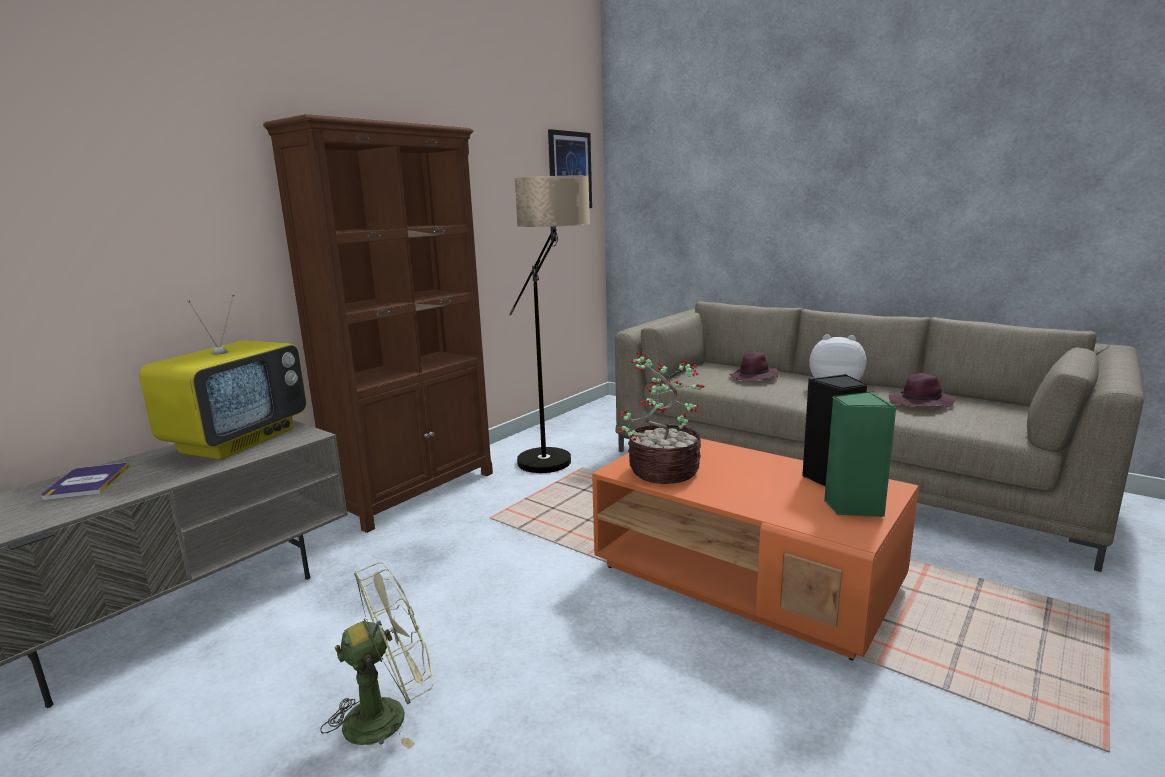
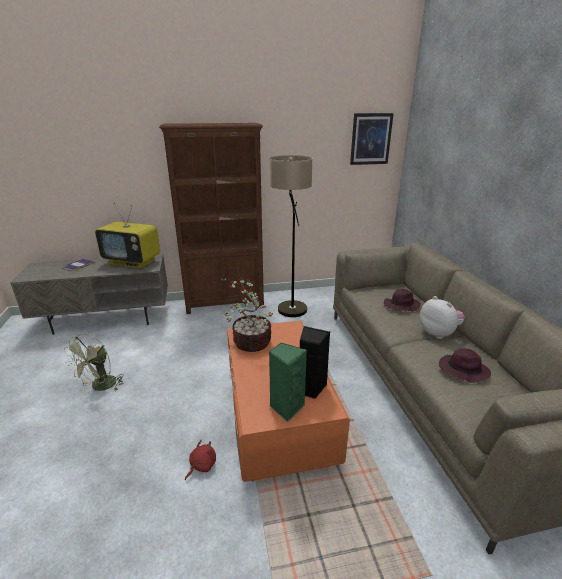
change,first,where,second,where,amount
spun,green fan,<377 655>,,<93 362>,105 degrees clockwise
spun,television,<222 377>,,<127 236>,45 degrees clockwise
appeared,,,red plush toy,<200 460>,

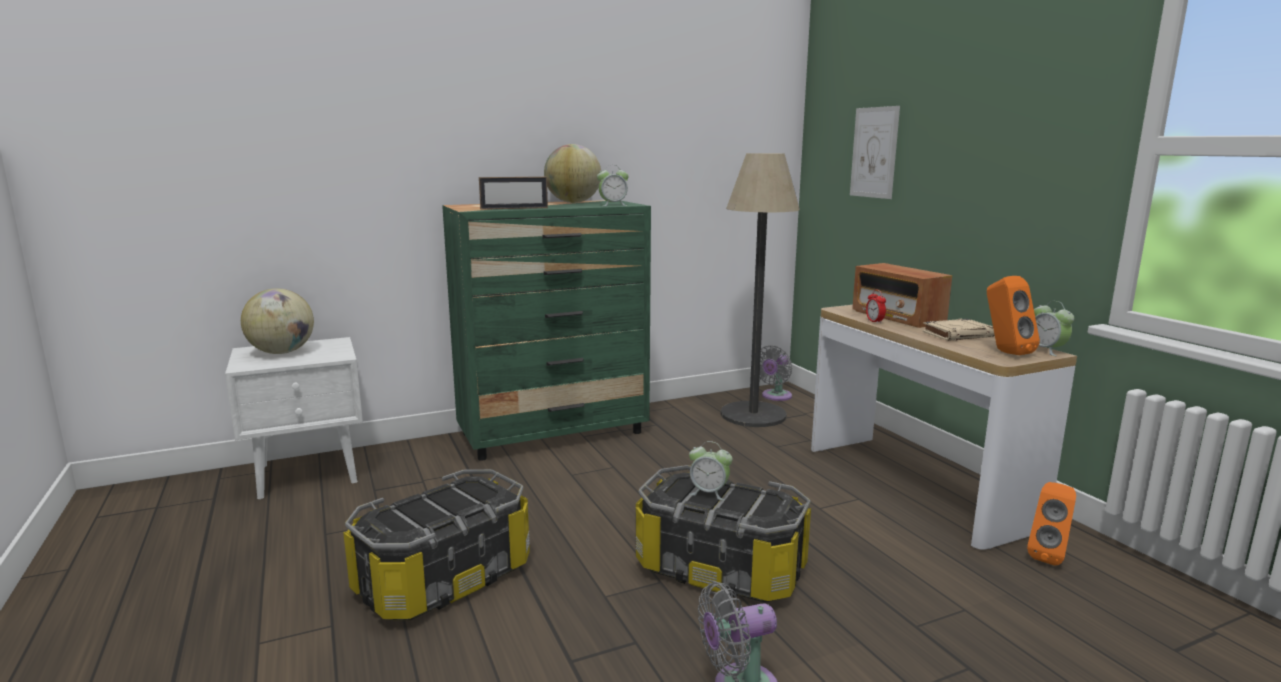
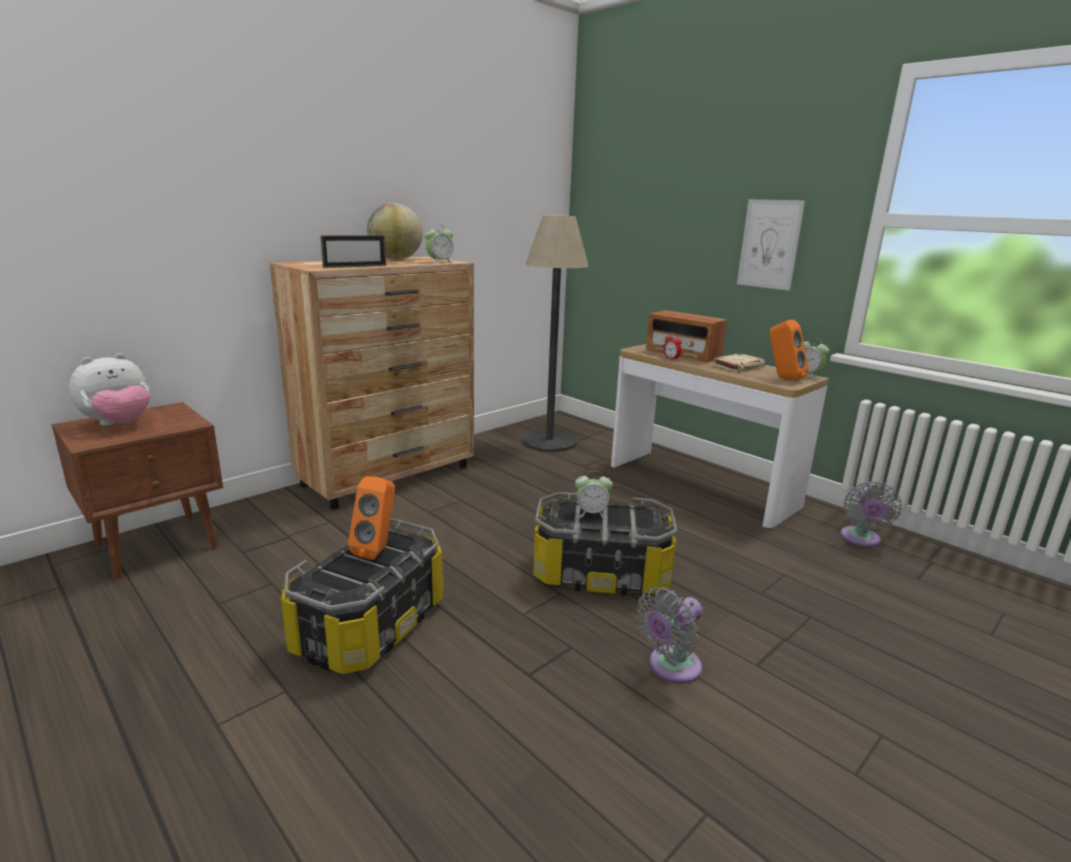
change,first,where,second,where,amount
colour,white nightstand,<294 418>,brown nightstand,<137 491>,
exchanged,globe,<277 321>,plush toy,<109 389>,
colour,green dresser,<546 330>,brown dresser,<372 383>,
relocated,orange speaker,<1051 524>,,<371 518>,
relocated,picture,<875 152>,,<771 245>,
relocated,grey fan,<776 373>,,<871 514>,

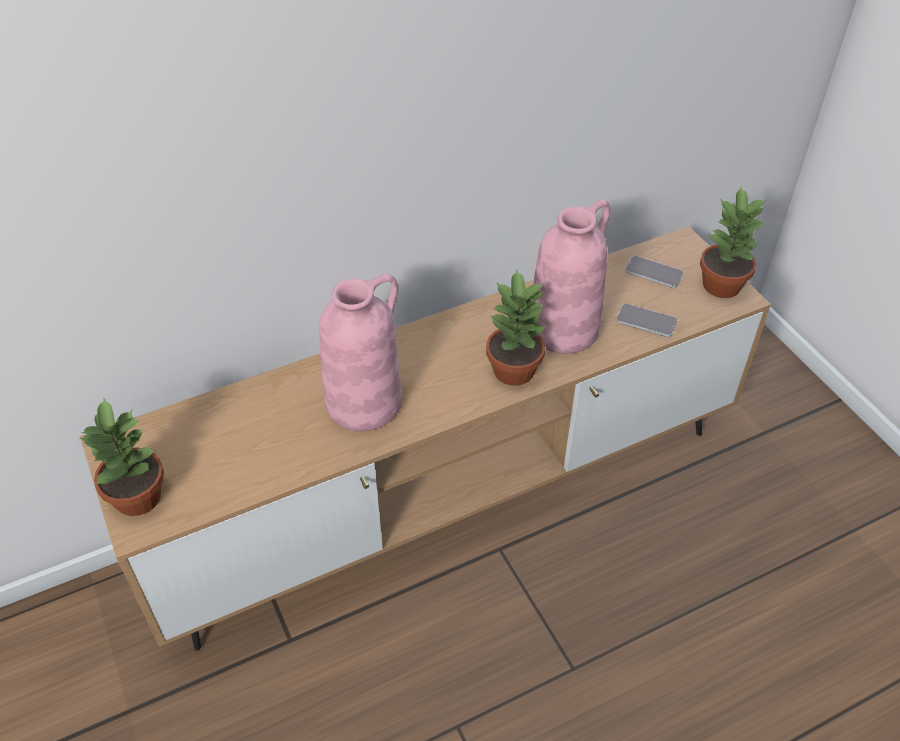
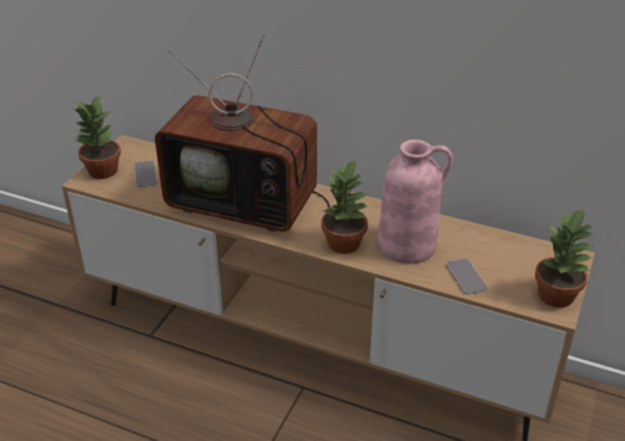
change,first,where,second,where,amount
relocated,phone,<654 272>,,<145 173>,
exchanged,pink vase,<360 352>,television,<243 133>,

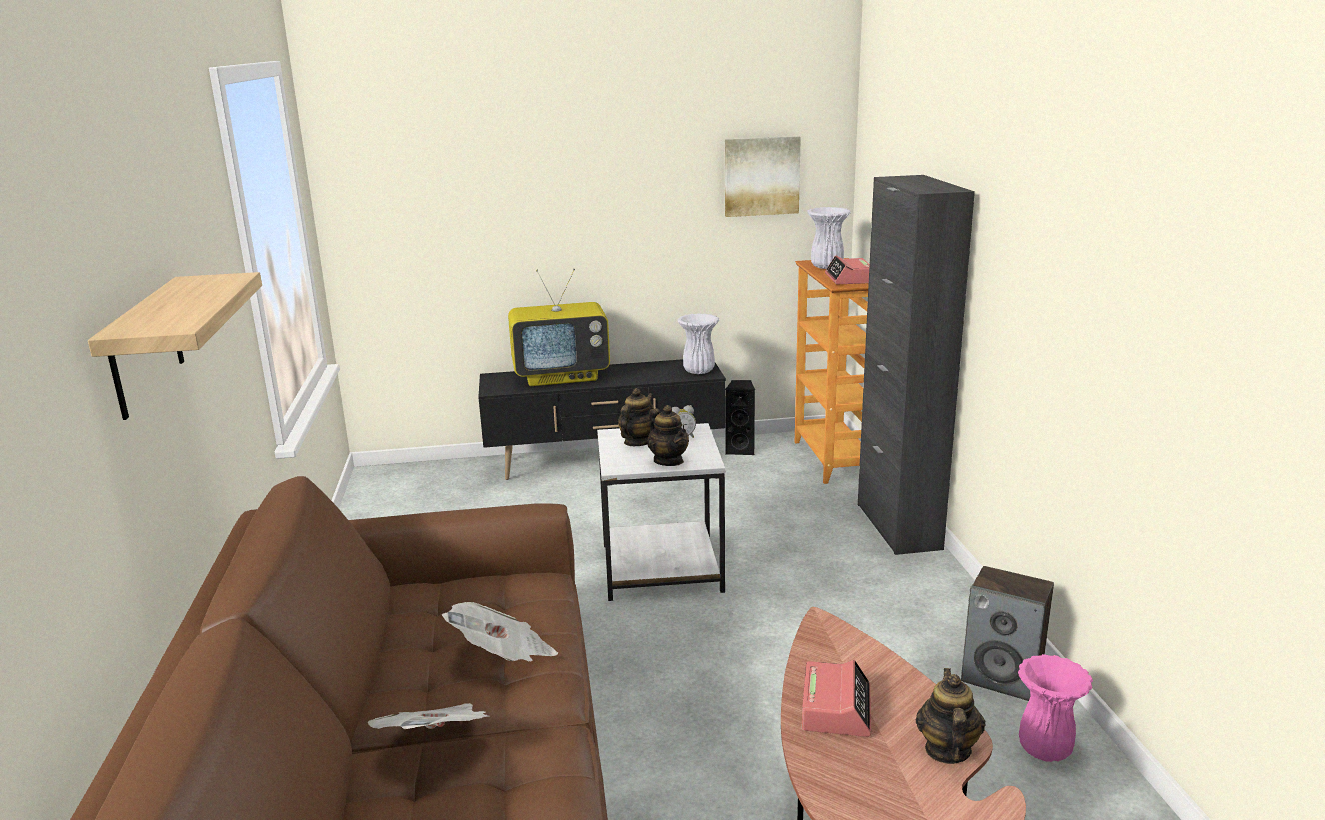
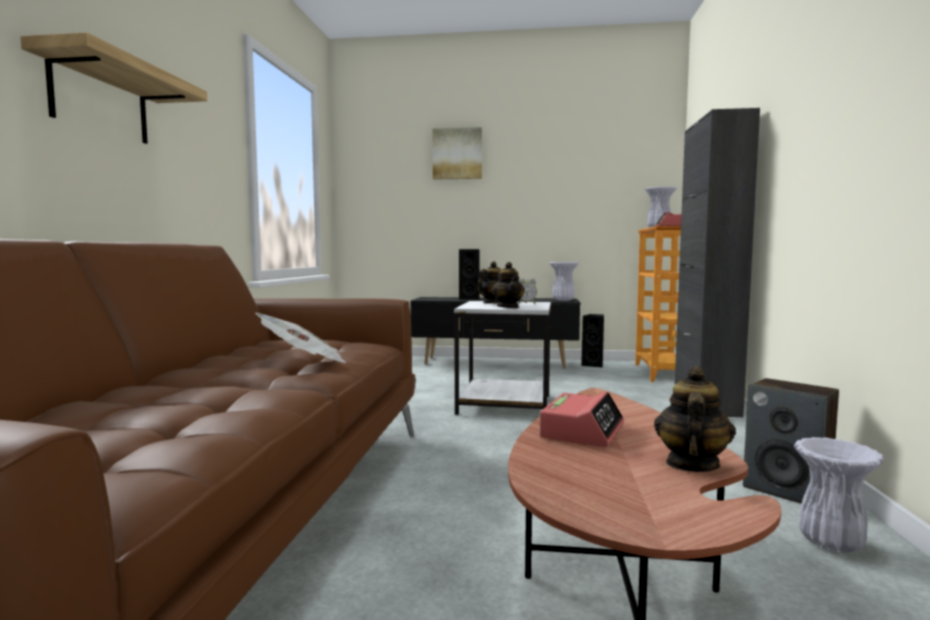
change,first,where,second,where,amount
relocated,picture,<763 176>,,<457 153>,
exchanged,television,<559 327>,black speaker,<469 274>,
colour,pink vase,<1055 708>,white vase,<839 495>,
missing,newspaper,<429 716>,,,

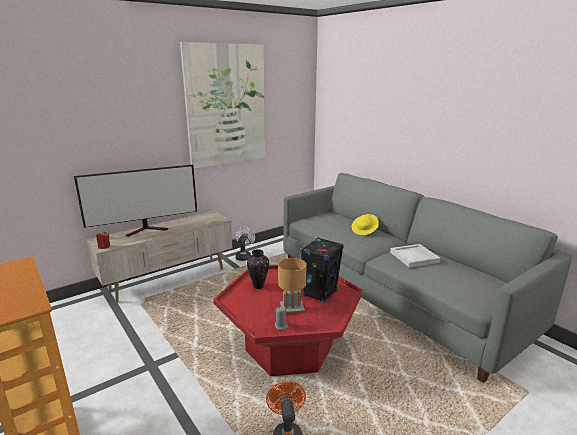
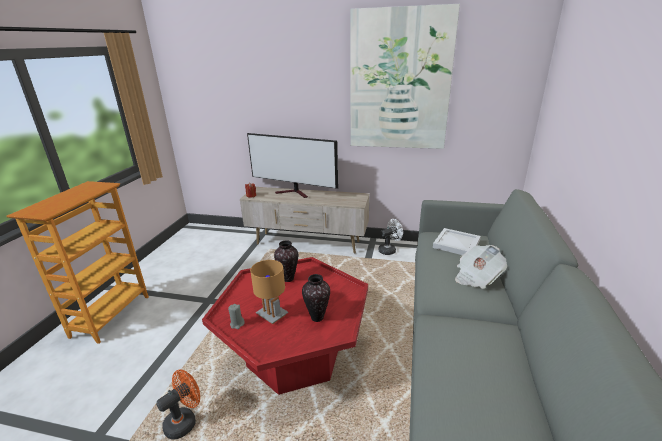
change,first,where,second,where,amount
exchanged,black speaker,<322 270>,vase,<316 298>,
relocated,white tray,<415 256>,,<457 241>,
exchanged,yellow hat,<365 224>,newspaper,<481 267>,

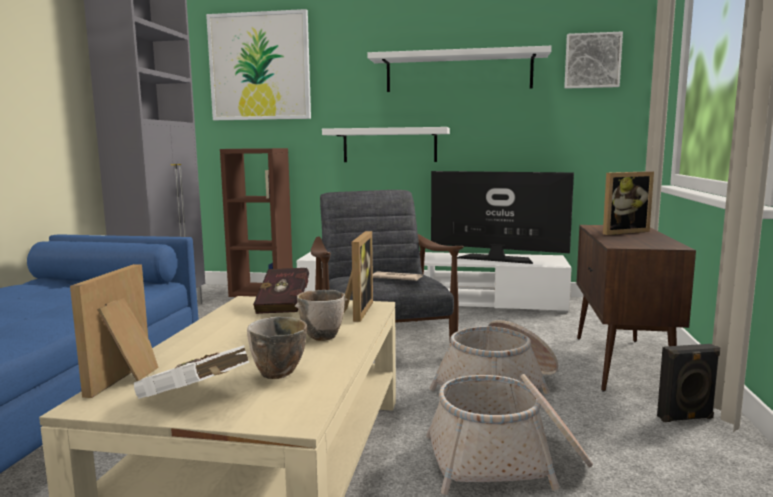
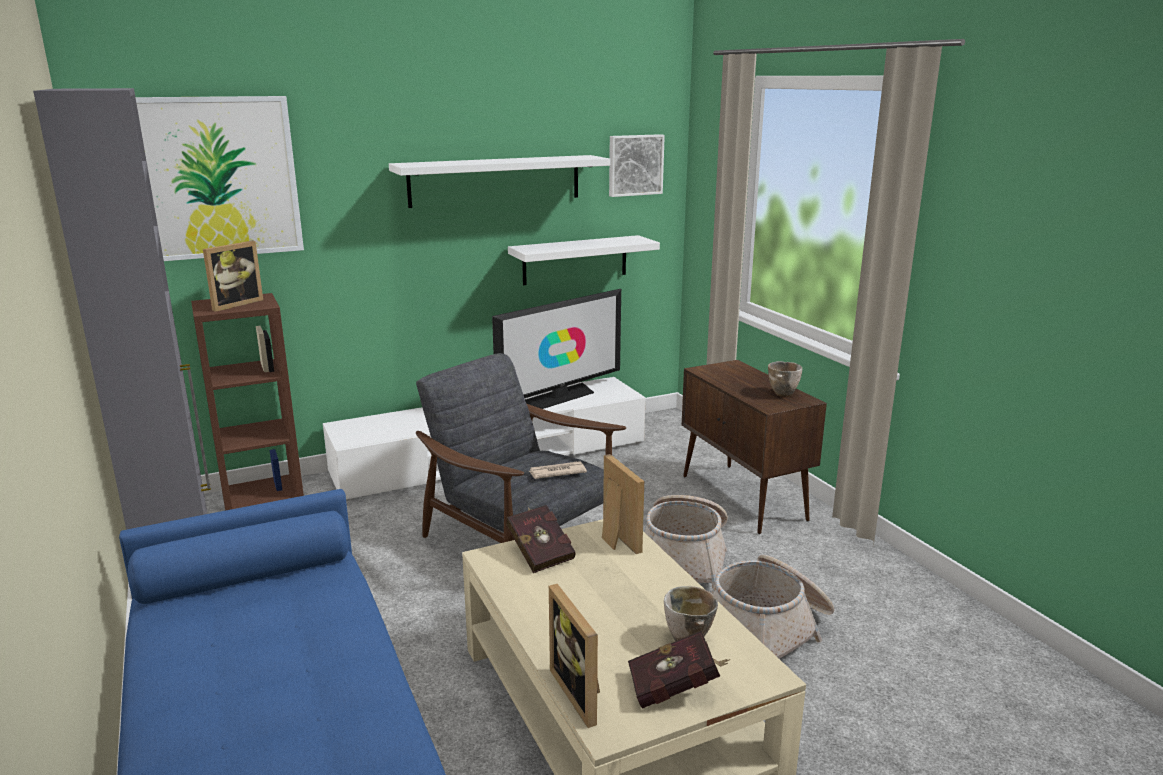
change,first,where,second,where,amount
relocated,picture frame,<628 203>,,<233 276>,
spun,television,<502 217>,,<556 349>,150 degrees clockwise
relocated,white shelf,<386 144>,,<584 260>,
colour,white book,<191 372>,red book,<679 669>,
relocated,bowl,<321 315>,,<785 379>,
missing,black speaker,<689 383>,,,

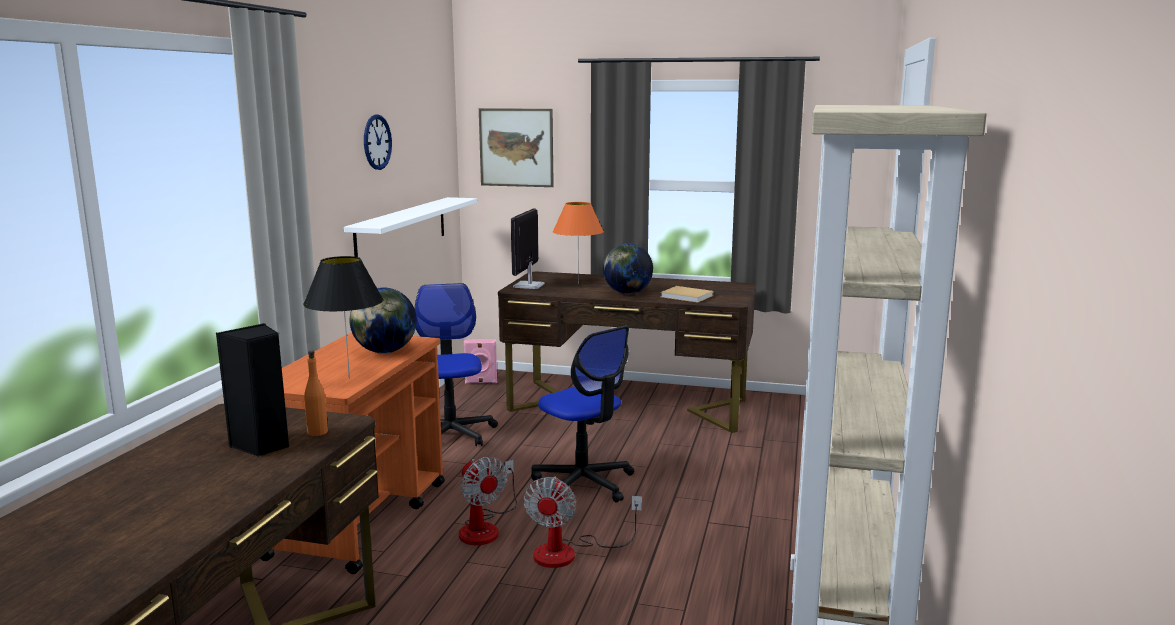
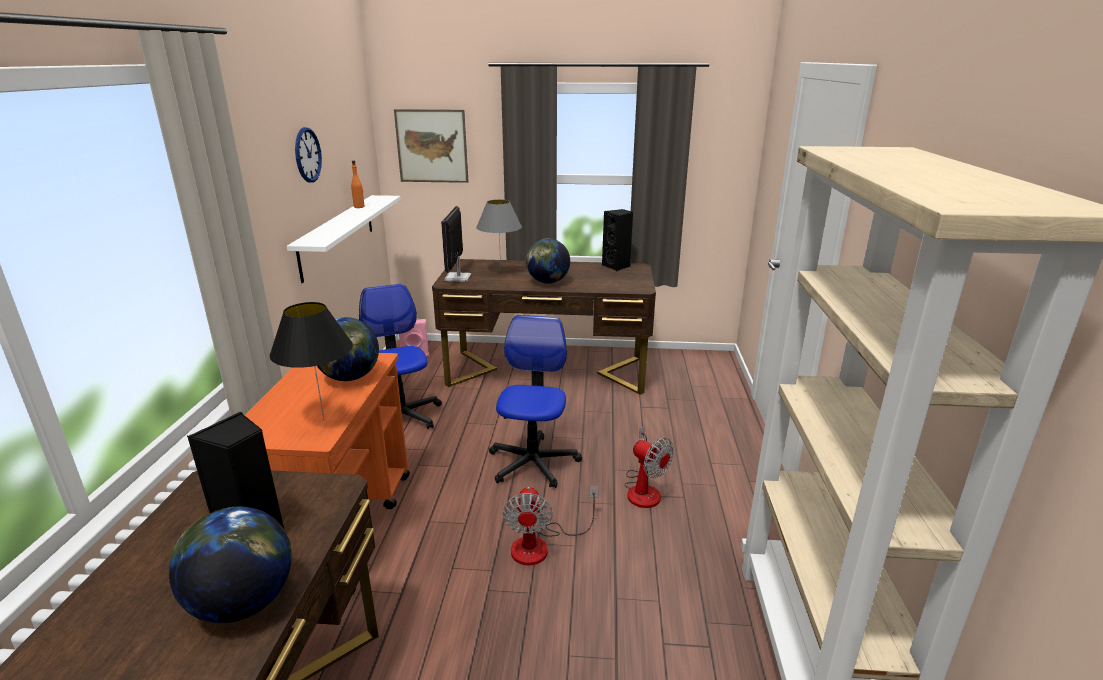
change,first,where,second,where,amount
appeared,,,globe,<230 565>,
relocated,orange bottle,<316 393>,,<358 184>,
colour,orange table lamp,<578 243>,grey table lamp,<499 236>,
spun,office chair,<582 414>,,<535 401>,120 degrees counterclockwise
appeared,,,black speaker,<617 240>,
relocated,fan,<488 501>,,<649 466>,
missing,beige book,<686 294>,,,

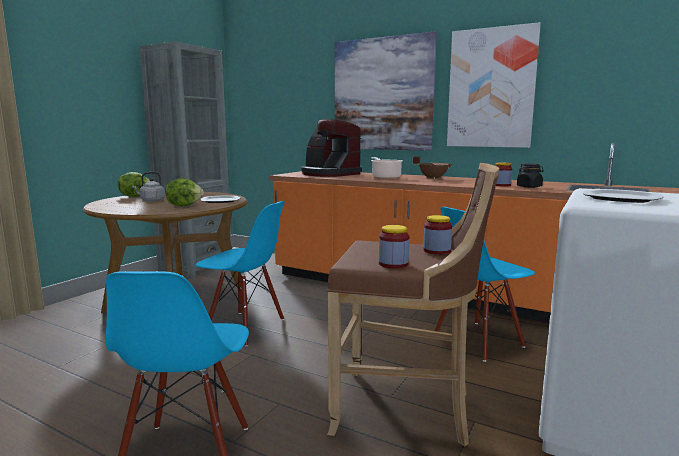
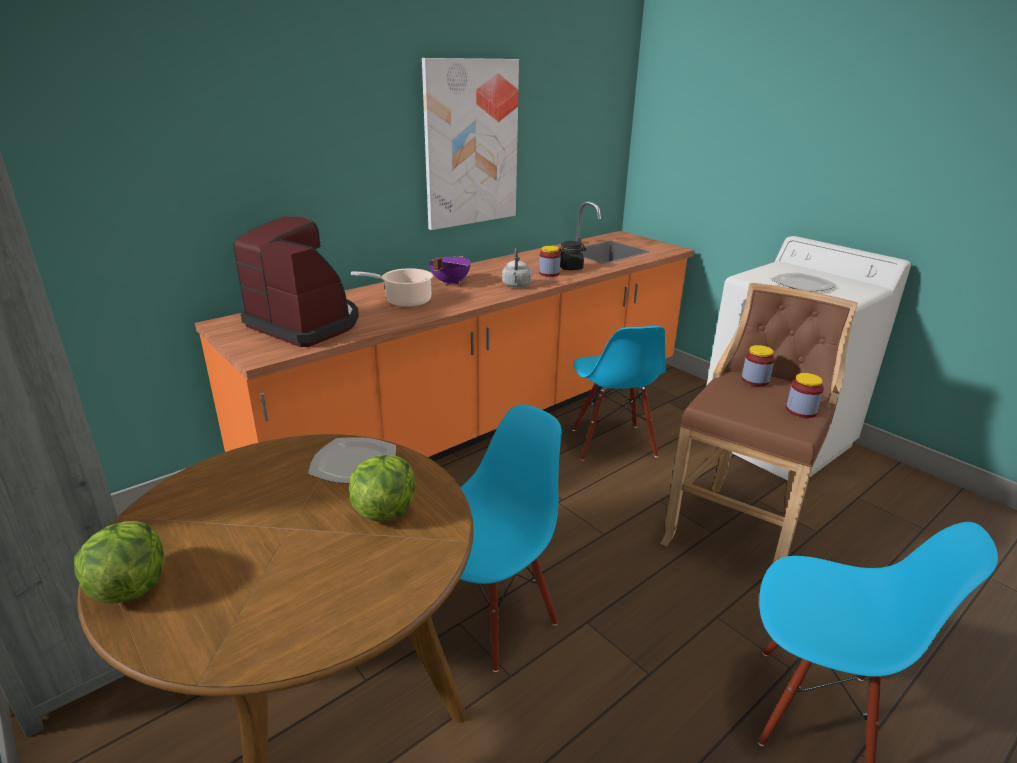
change,first,where,second,where,amount
spun,coffee machine,<331 148>,,<296 281>,120 degrees counterclockwise
colour,brown cooking pot,<432 167>,purple cooking pot,<450 271>,
relocated,grey kettle,<148 187>,,<517 268>,
missing,picture,<386 91>,,,

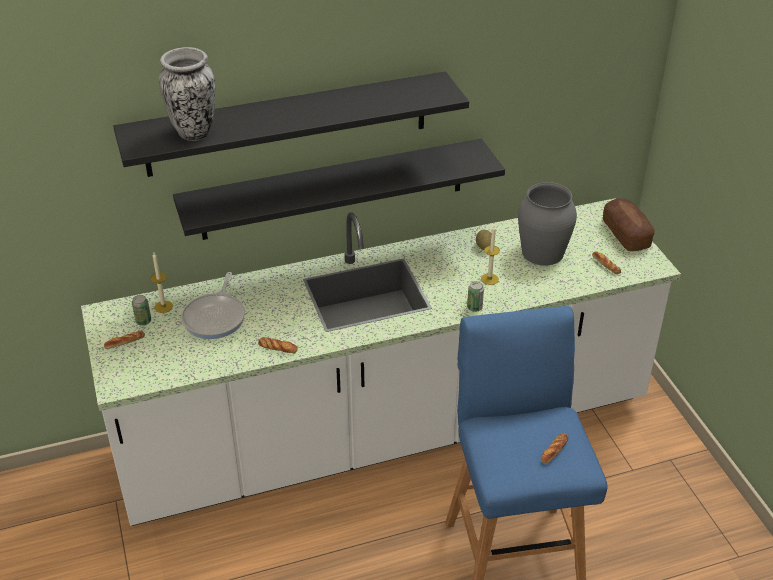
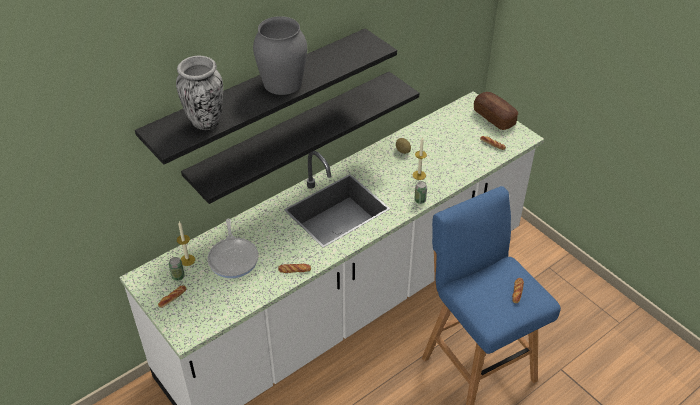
change,first,where,second,where,amount
relocated,grey vase,<547 223>,,<280 55>,

